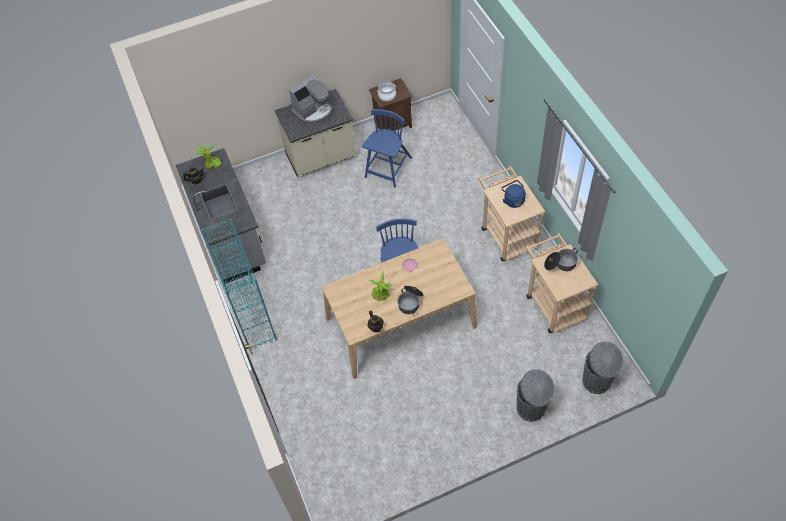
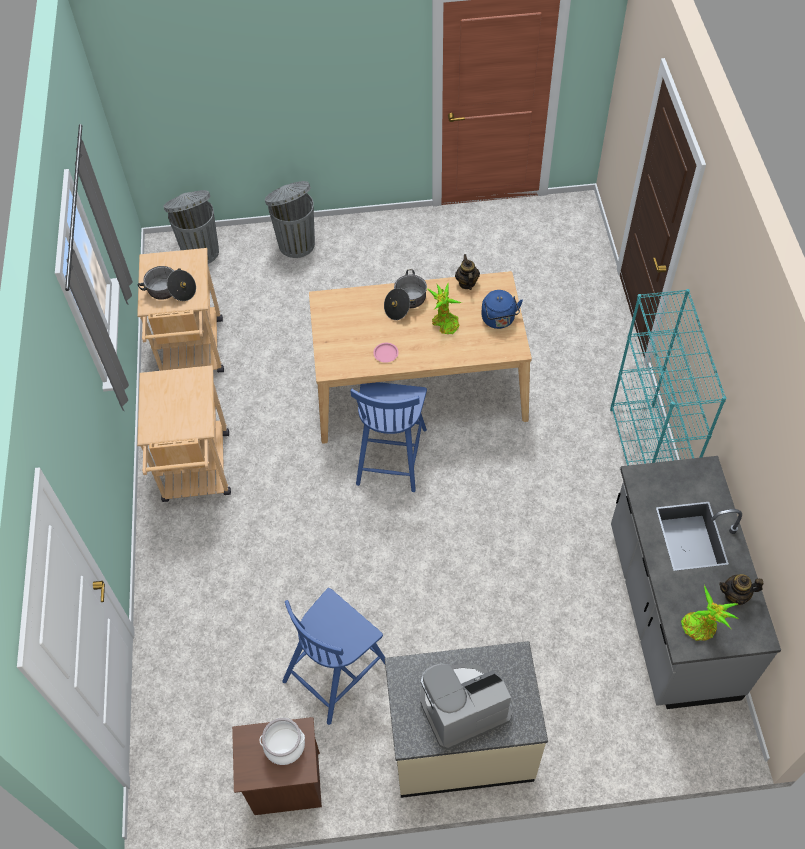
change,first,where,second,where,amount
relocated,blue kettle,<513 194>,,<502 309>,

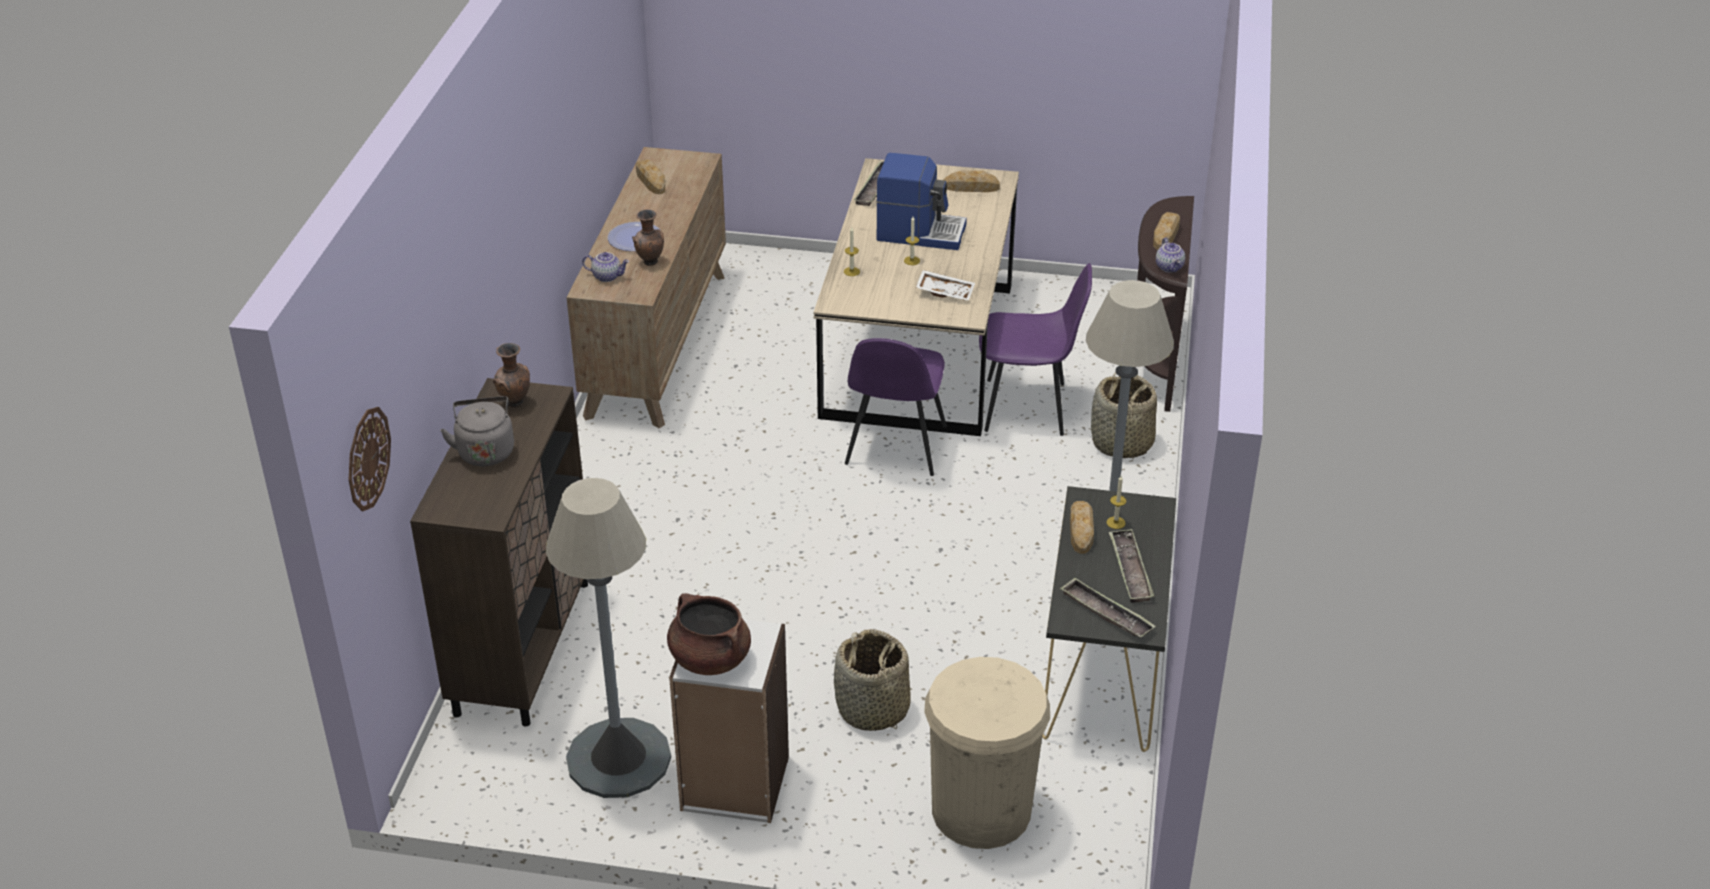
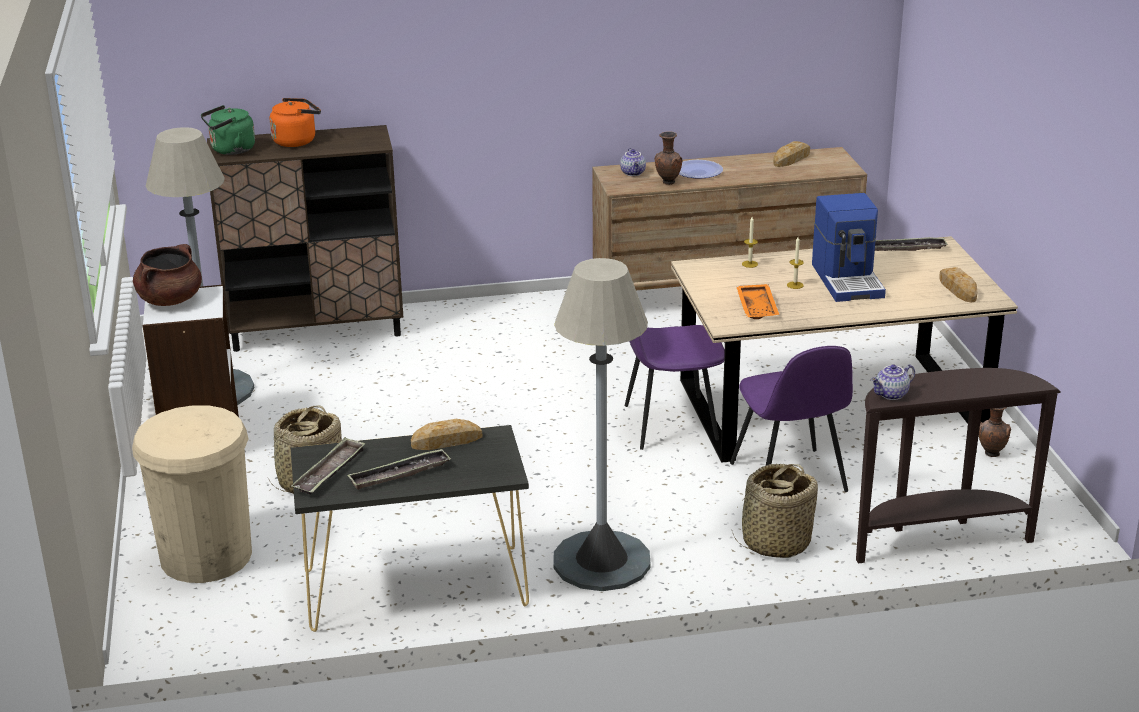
change,first,where,second,where,amount
appeared,,,green kettle,<228 130>,
colour,grey kettle,<477 431>,orange kettle,<295 122>,
colour,white tray,<945 285>,orange tray,<757 301>,
relocated,brown vase,<511 375>,,<995 432>,
missing,wall clock,<370 459>,,,
missing,candle,<1116 502>,,,
missing,bread,<1166 231>,,,

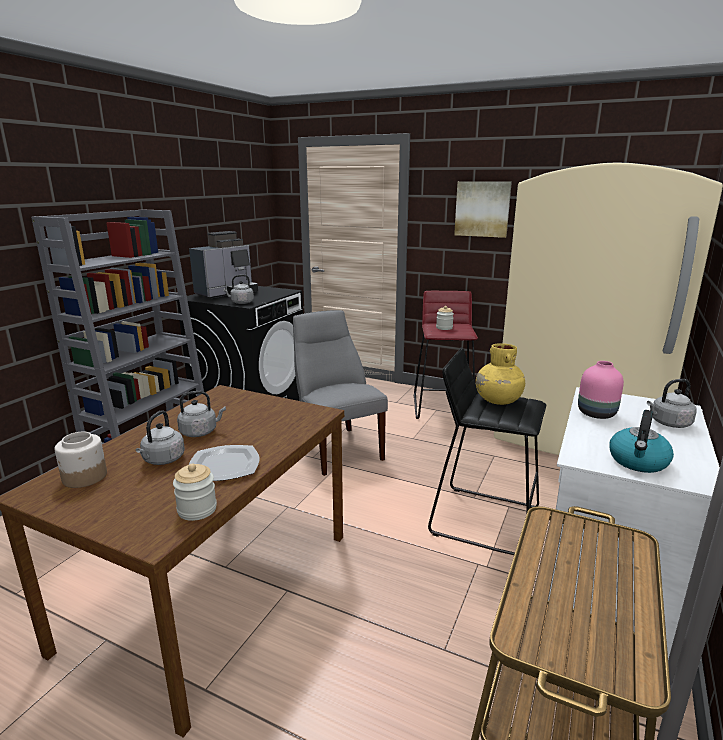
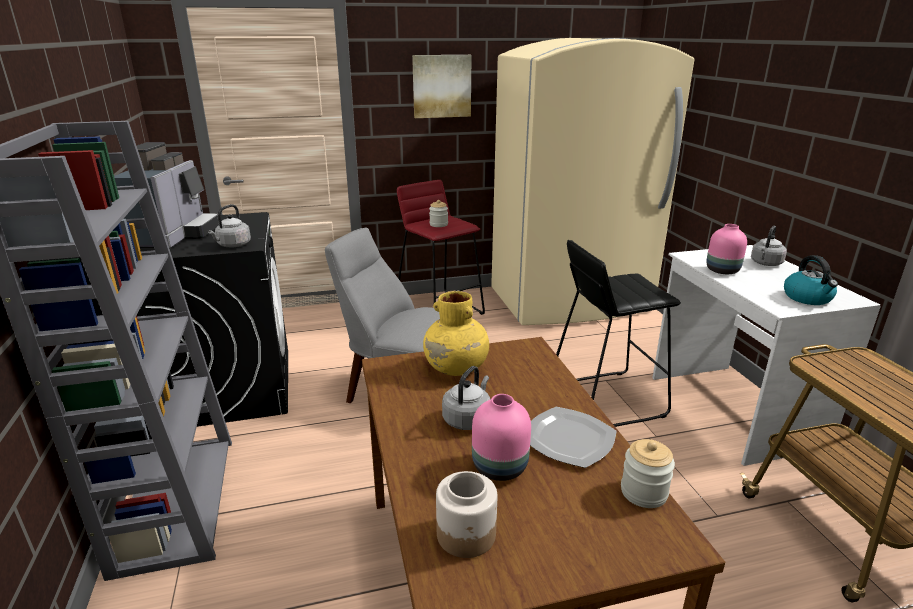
change,first,where,second,where,amount
relocated,yellow vase,<500 374>,,<456 333>,
exchanged,grey kettle,<160 437>,pink vase,<501 437>,

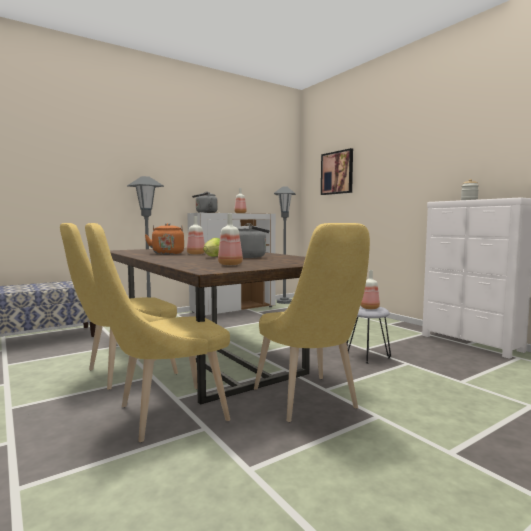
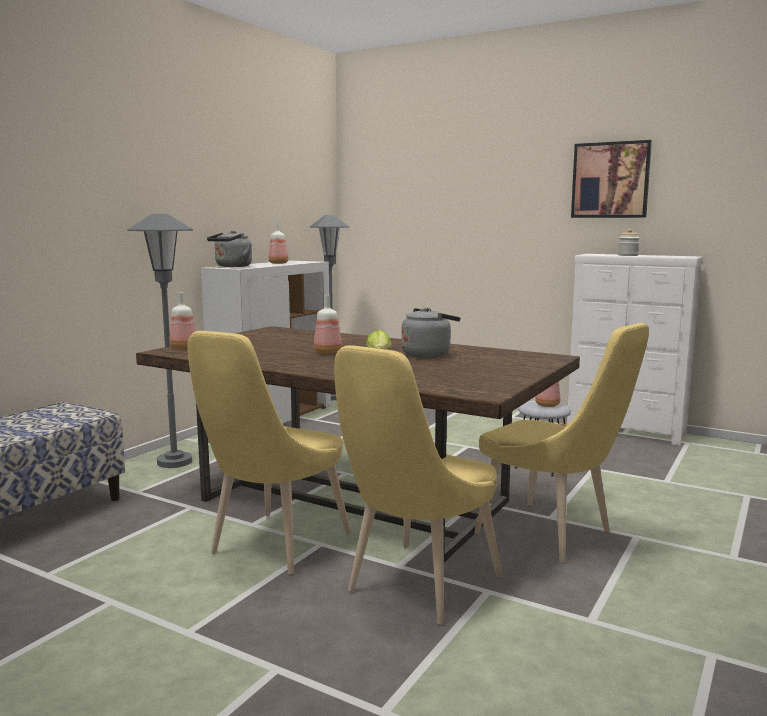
change,first,where,second,where,amount
relocated,bottle,<230 239>,,<182 320>,
relocated,picture,<337 171>,,<611 179>,
missing,orange kettle,<164 238>,,,

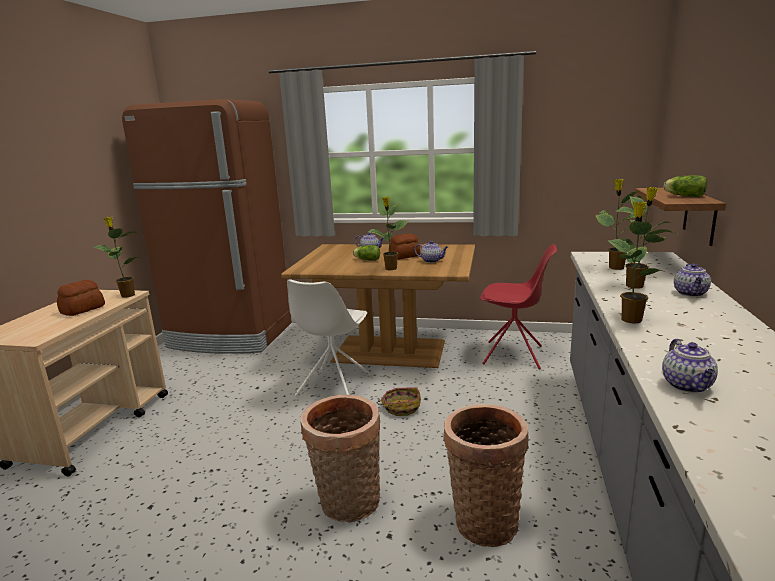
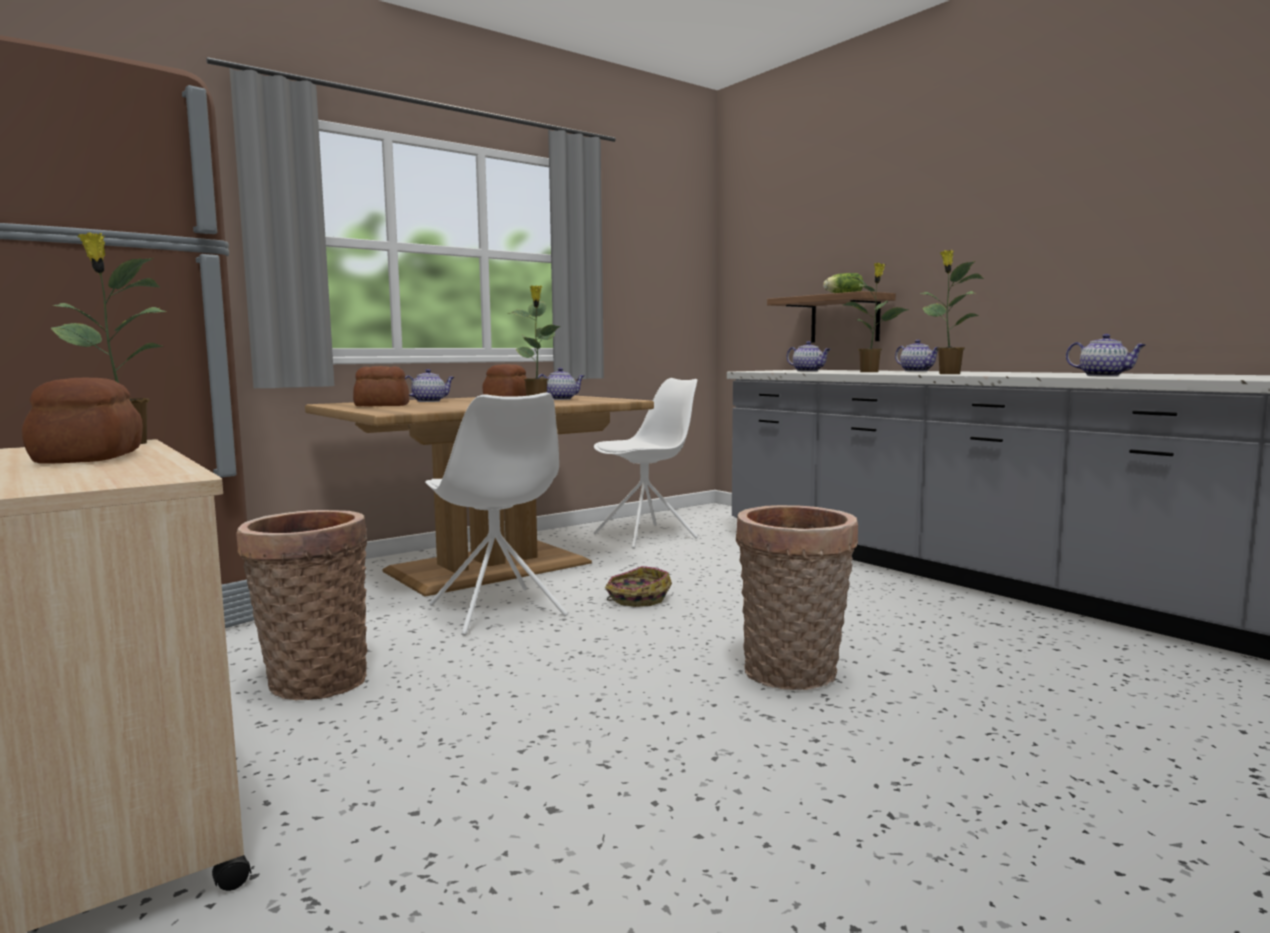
change,first,where,second,where,amount
relocated,basket,<486 475>,,<301 605>,
appeared,,,bread,<381 386>,
colour,red chair,<518 306>,white chair,<645 463>,
exchanged,potted plant,<619 224>,teapot,<809 356>,
missing,lettuce,<366 253>,,,

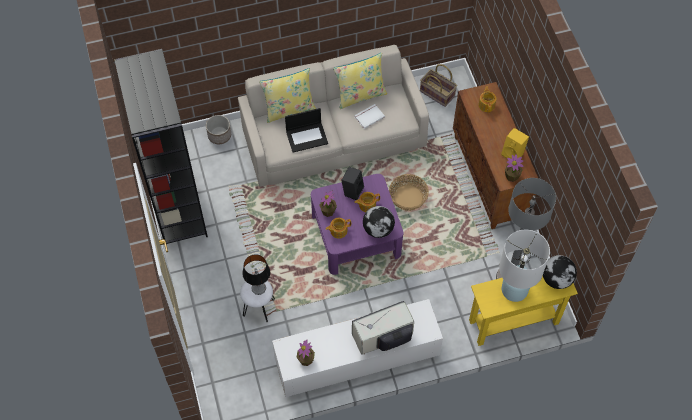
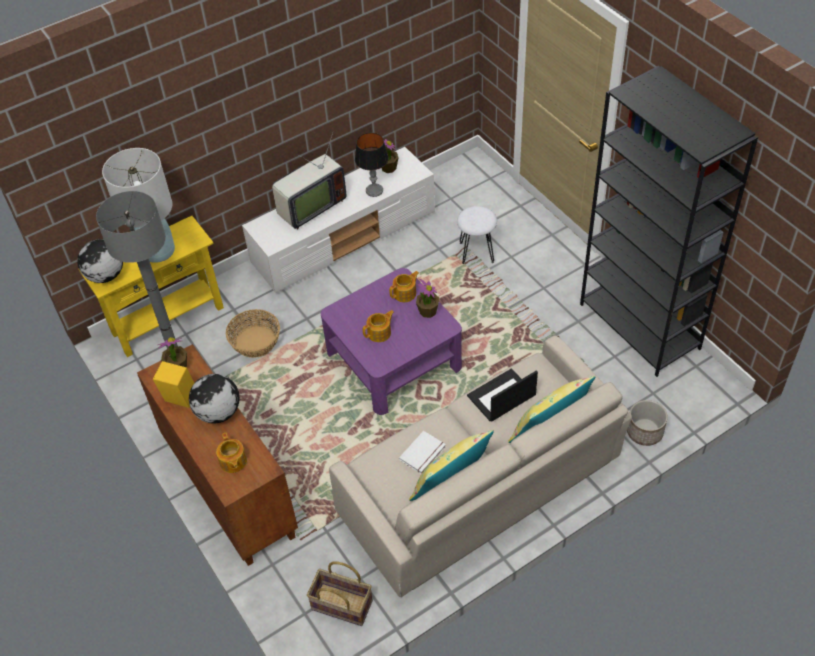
change,first,where,second,where,amount
relocated,globe,<379 222>,,<214 398>,
relocated,basket,<409 192>,,<253 333>,
relocated,table lamp,<256 274>,,<371 165>,
missing,black speaker,<352 183>,,,

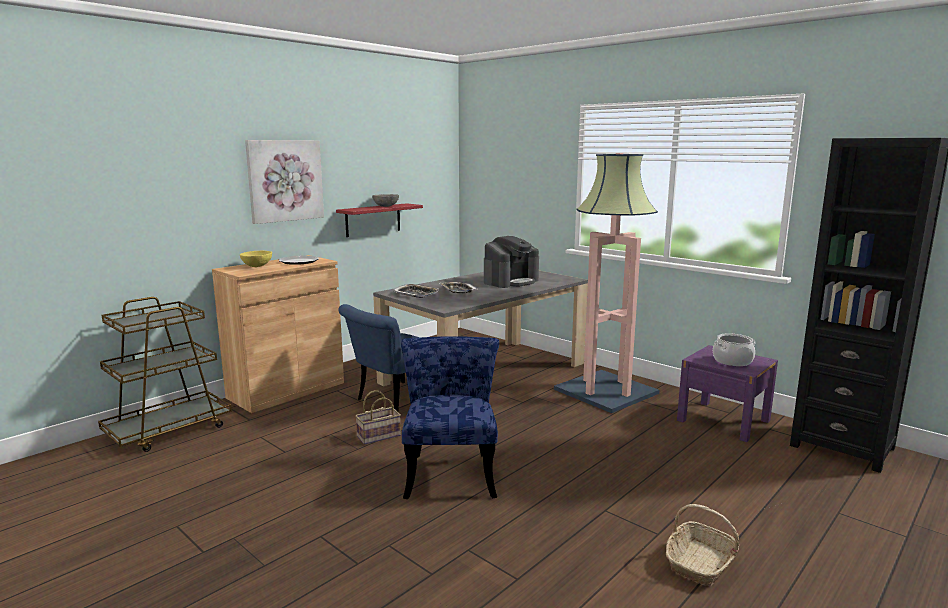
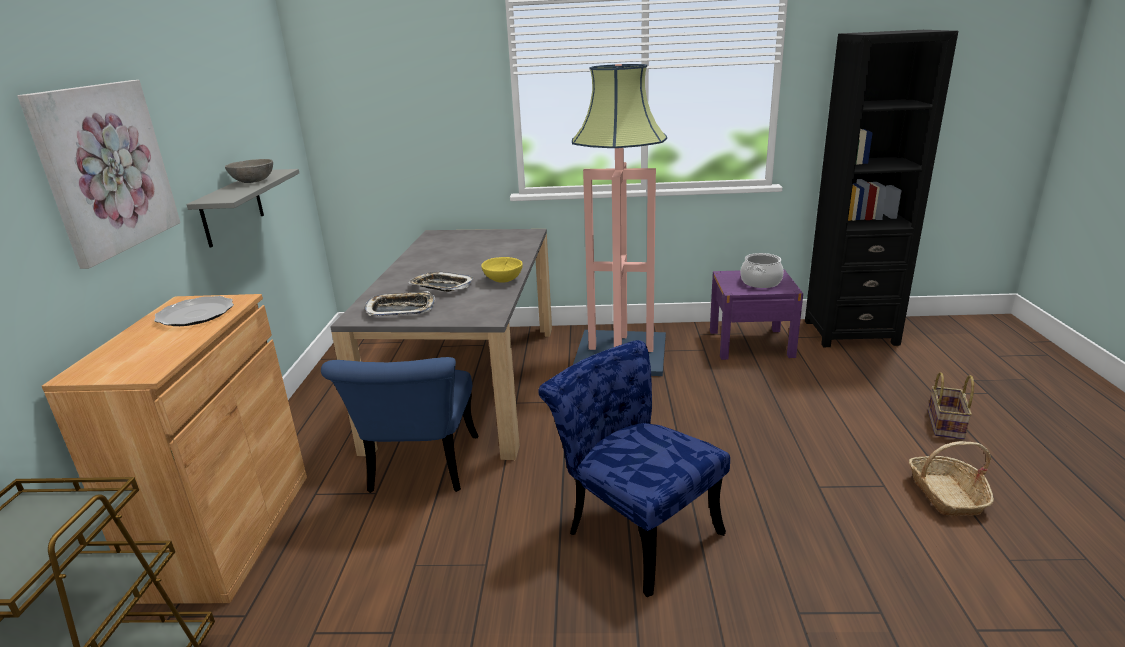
change,first,where,second,where,amount
colour,red shelf,<379 220>,grey shelf,<242 208>,
relocated,yellow bowl,<256 258>,,<502 270>,
relocated,basket,<378 417>,,<951 405>,
missing,coffee machine,<511 262>,,,

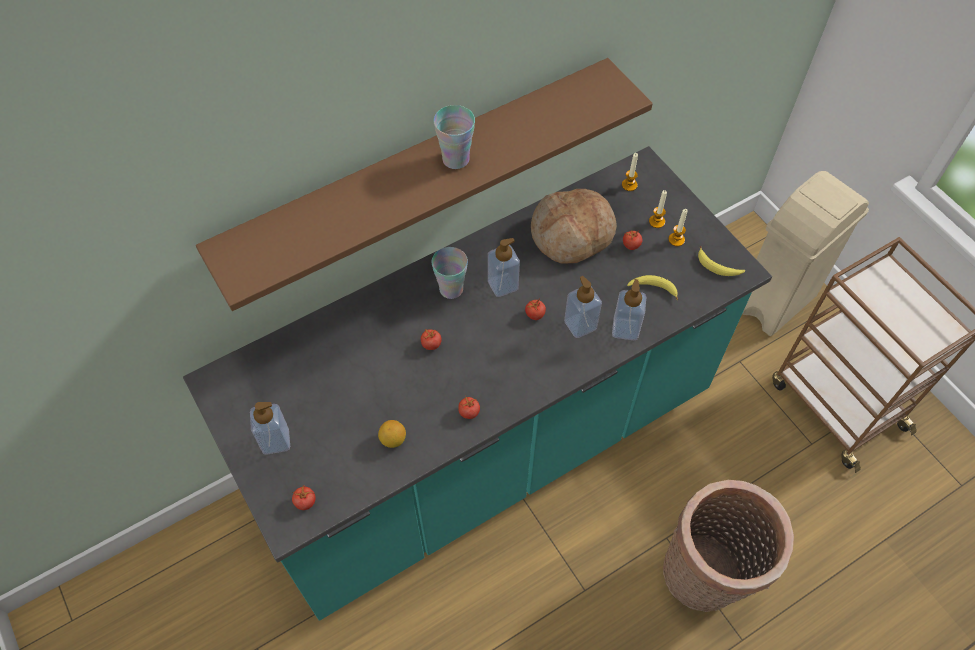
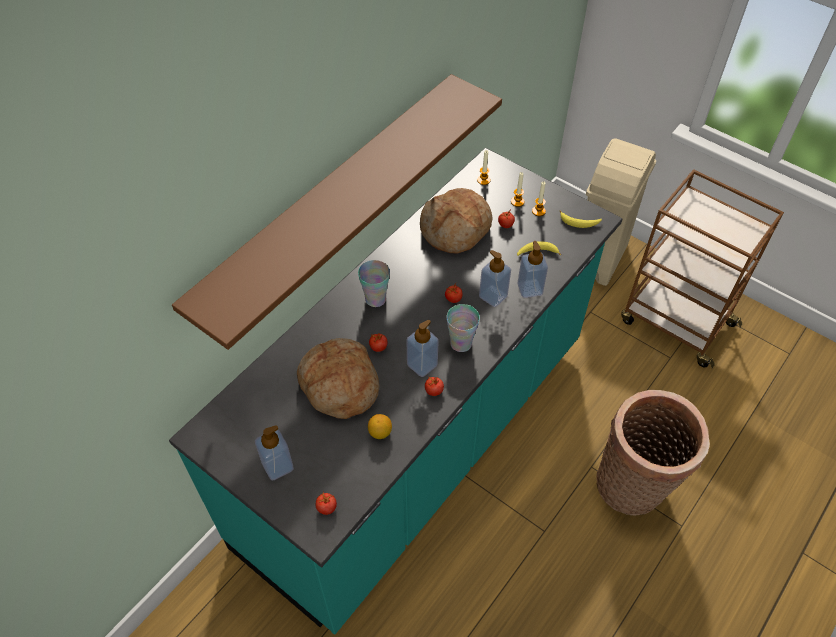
change,first,where,second,where,amount
appeared,,,bread,<338 378>,
relocated,soap dispenser,<504 267>,,<422 348>,
relocated,cup,<454 137>,,<463 328>,

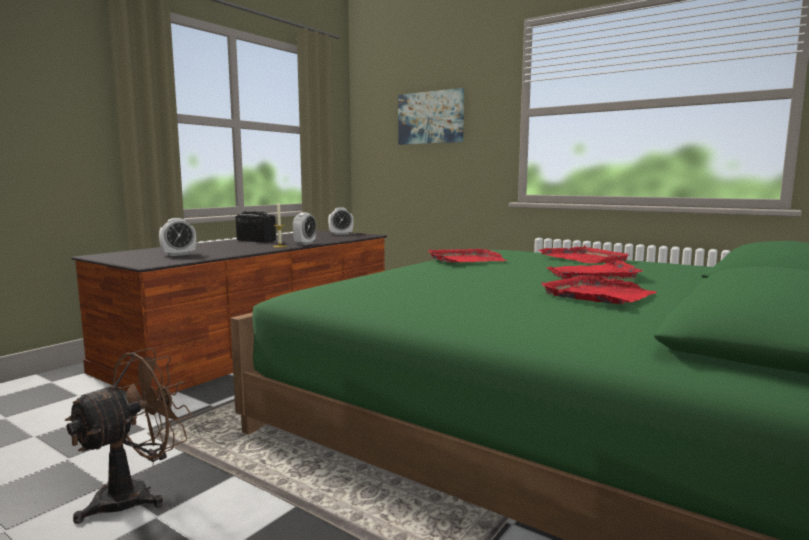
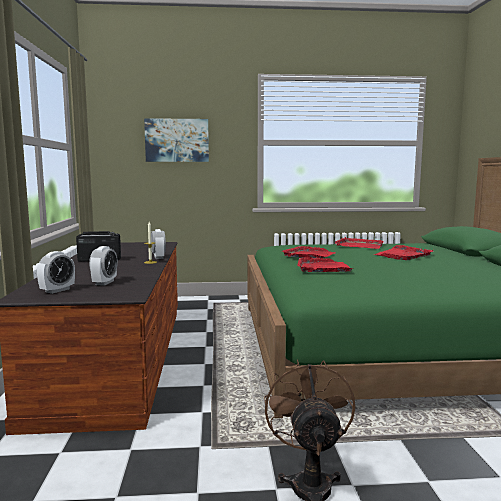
change,first,where,second,where,amount
relocated,alarm clock,<341 221>,,<56 272>,
relocated,red tray,<599 289>,,<325 264>,

